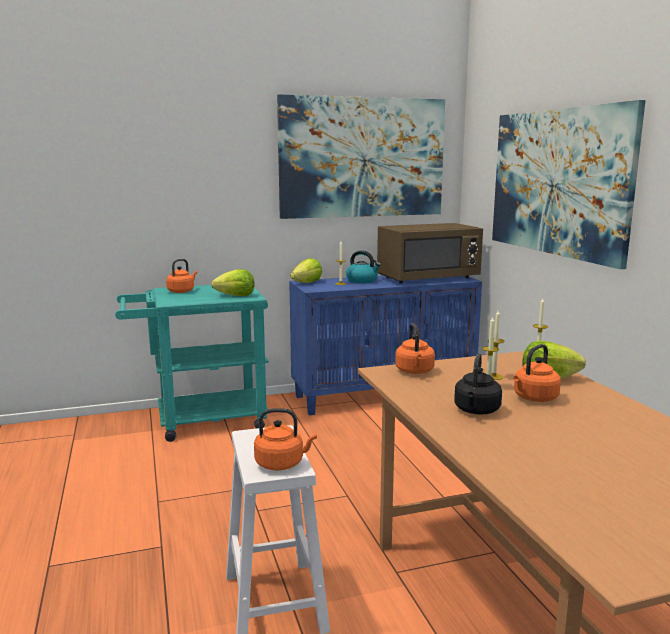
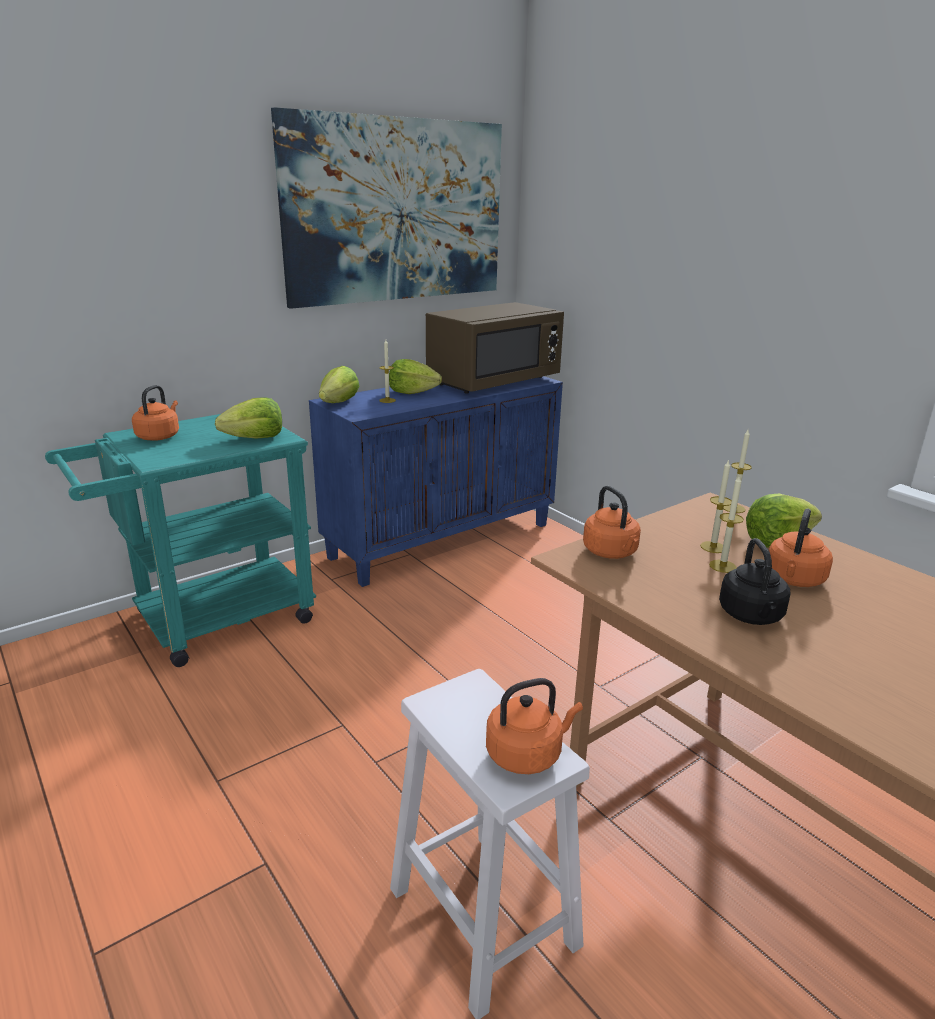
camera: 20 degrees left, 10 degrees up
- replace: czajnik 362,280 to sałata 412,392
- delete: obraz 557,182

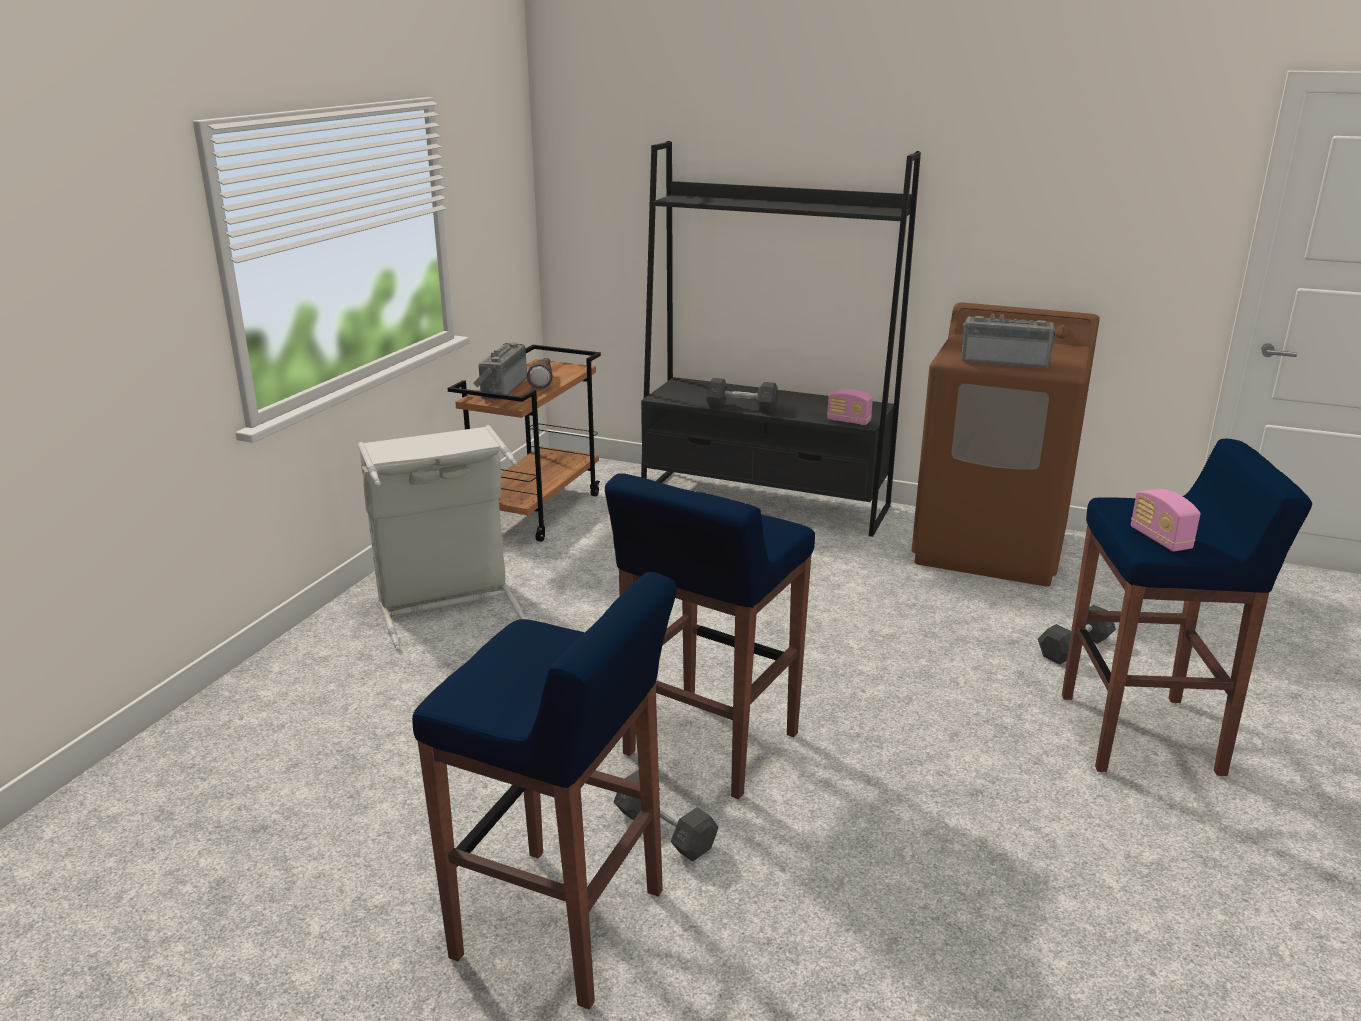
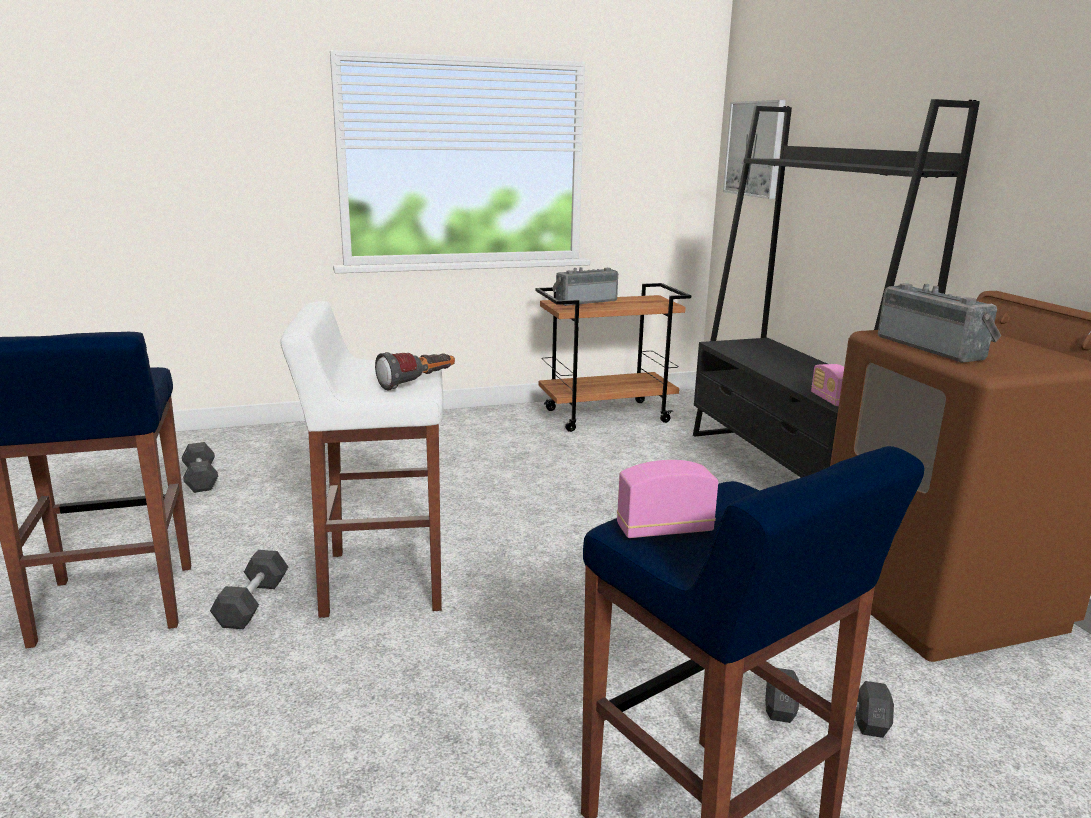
camera: 50 degrees right, 5 degrees down
- move: hantel (szary) 741,407 to 201,478
- recolor: stołek (niebieski) 709,745 to stołek (biały) 381,581
- move: latarka 543,381 to 418,384
- rotate: radio 1160,539 = 664,529 45 degrees clockwise
- insert: obraz 755,149
- delete: kosz na pranie (szary) 449,606

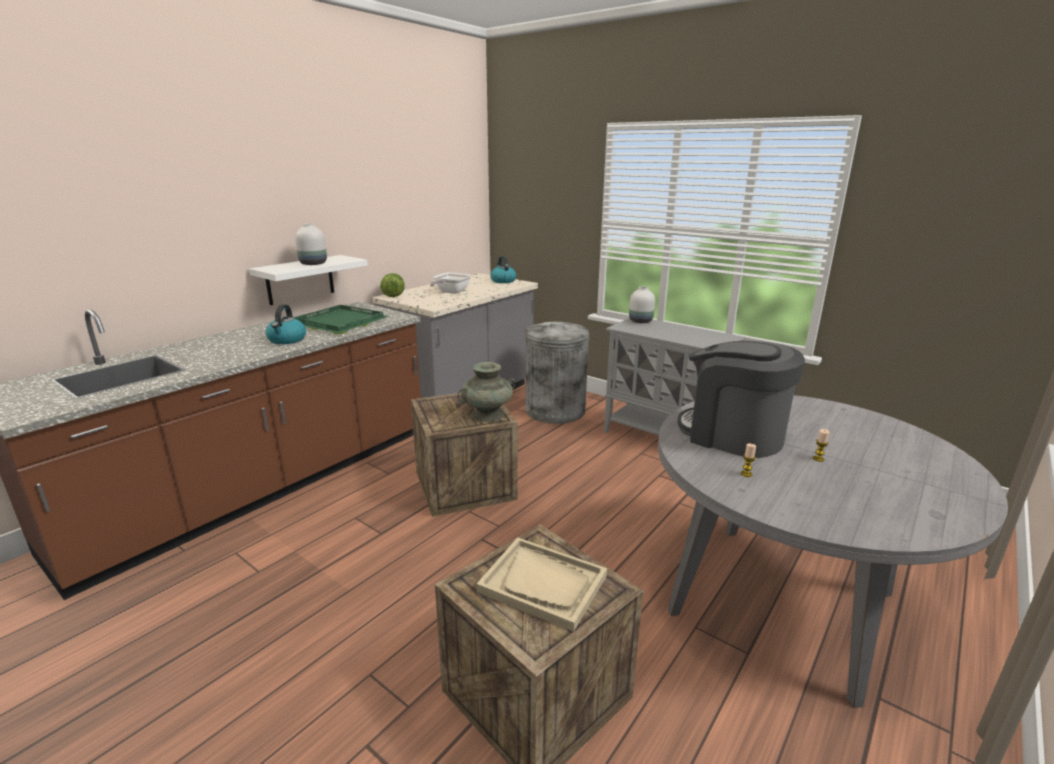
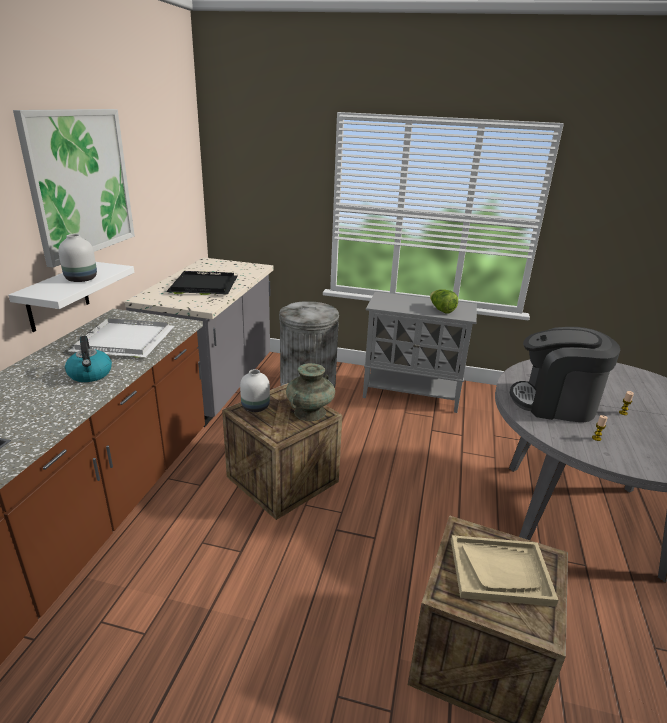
camera: 25 degrees left, 5 degrees up
- insert: obraz 81,183
- recolor: taca (zielony) 340,322 to taca (biały) 124,340
- replace: patelnia 450,292 to taca (czarny) 202,286
- move: wazon (biały) 640,321 to 255,407
- move: sałata 394,295 to 441,310
- delete: czajnik 503,281

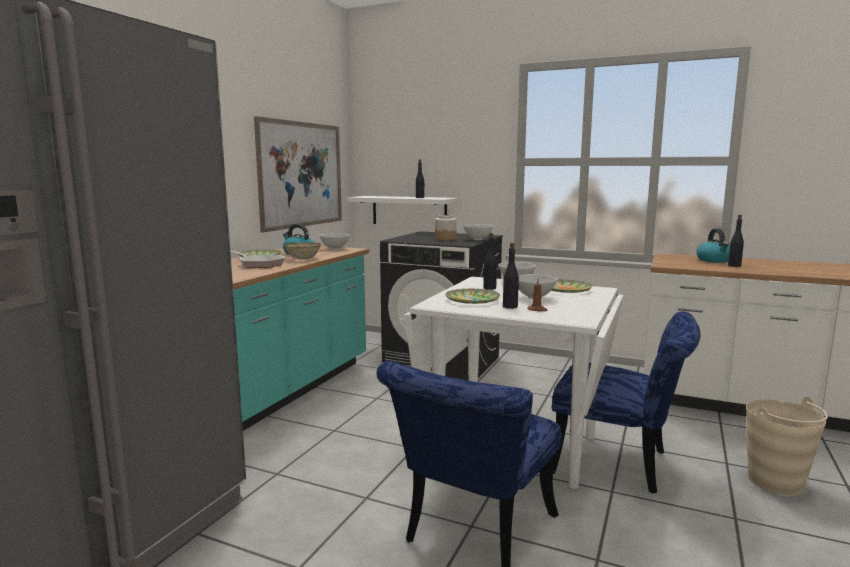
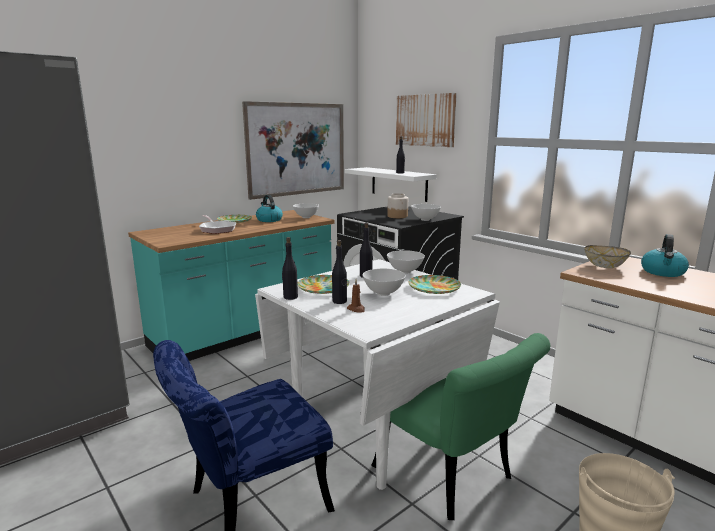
camera: 25 degrees right, 5 degrees up
- move: butelka (czarny) 734,266 to 290,297
- recolor: krzesło (niebieski) 620,464 to krzesło (zielony) 451,477
- insert: obraz 425,120
- move: miska 303,259 to 605,266

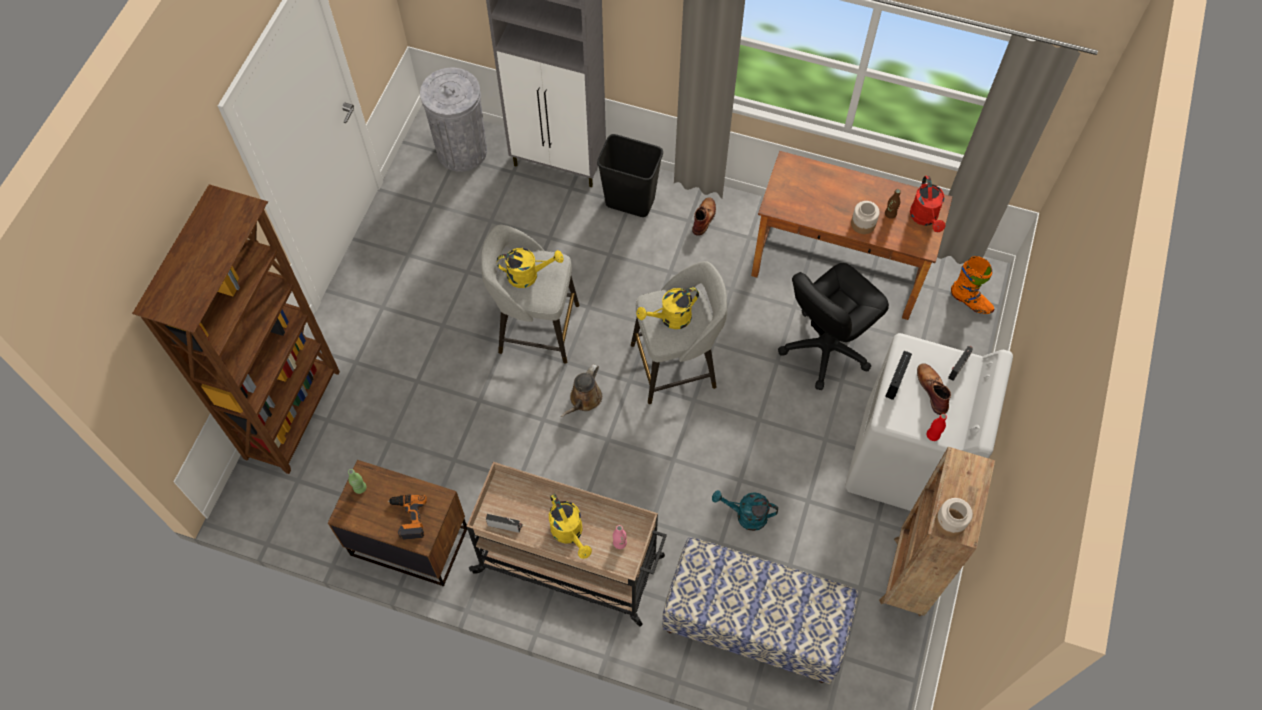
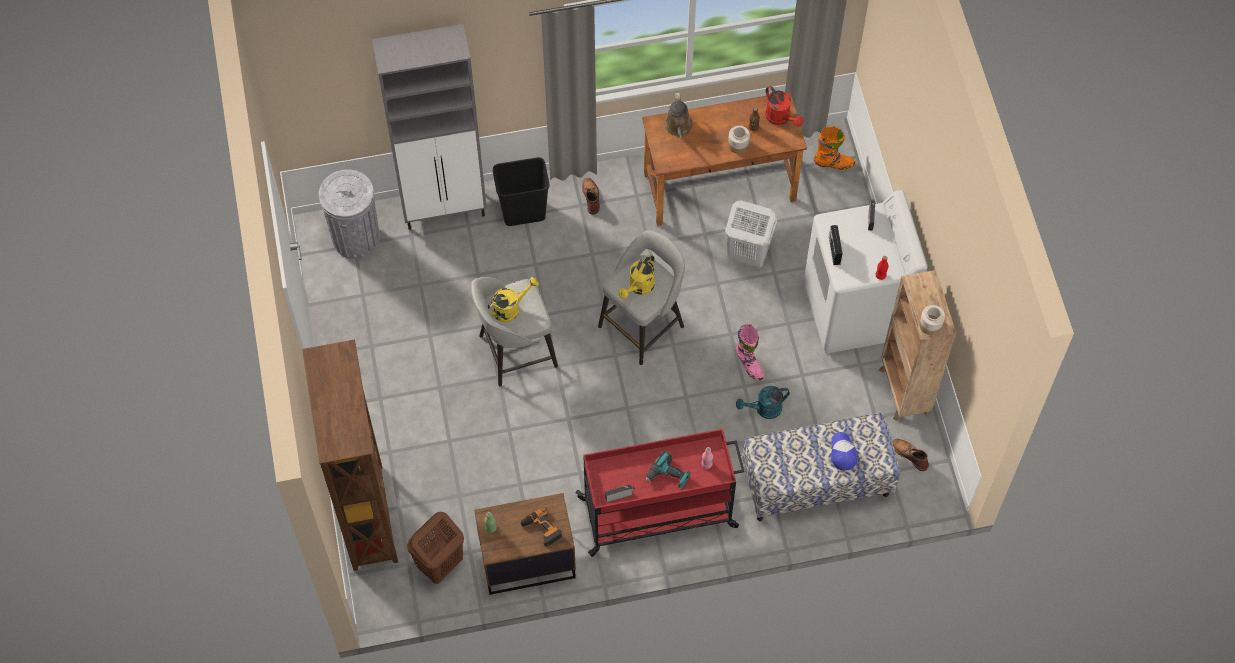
camera: 30 degrees left, 0 degrees up
- insert: kosz na pranie (brązowy) 439,565
- recolor: wózek (beżowy) 571,565 to wózek (czerwony) 659,512
- replace: konewka (żółty) 570,533 to wiertarka 668,476
- move: konewka (brązowy) 584,400 to 678,127
- replace: krzesło biurowe (czarny) 825,348 to kosz na pranie (biały) 747,254
- insert: but z cholewką (różowy) 749,365
- insert: czapka z daszkiem 842,453
- move: but z cholewką (brązowy) 932,389 to 909,454

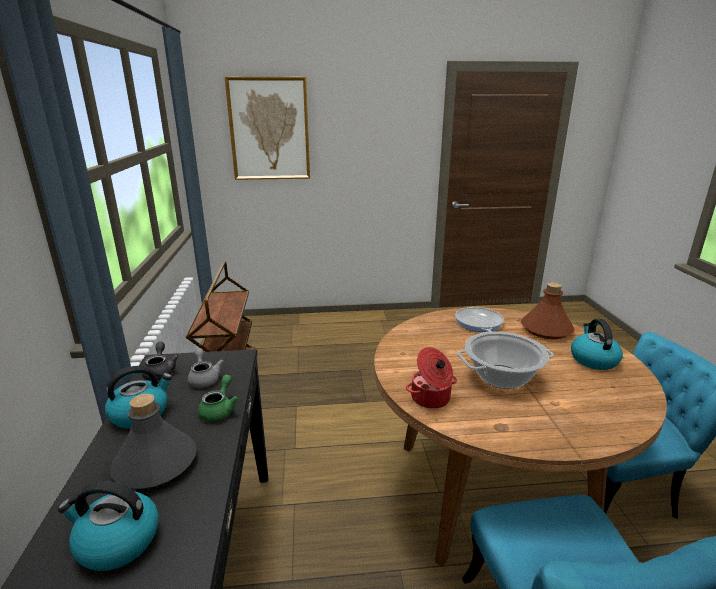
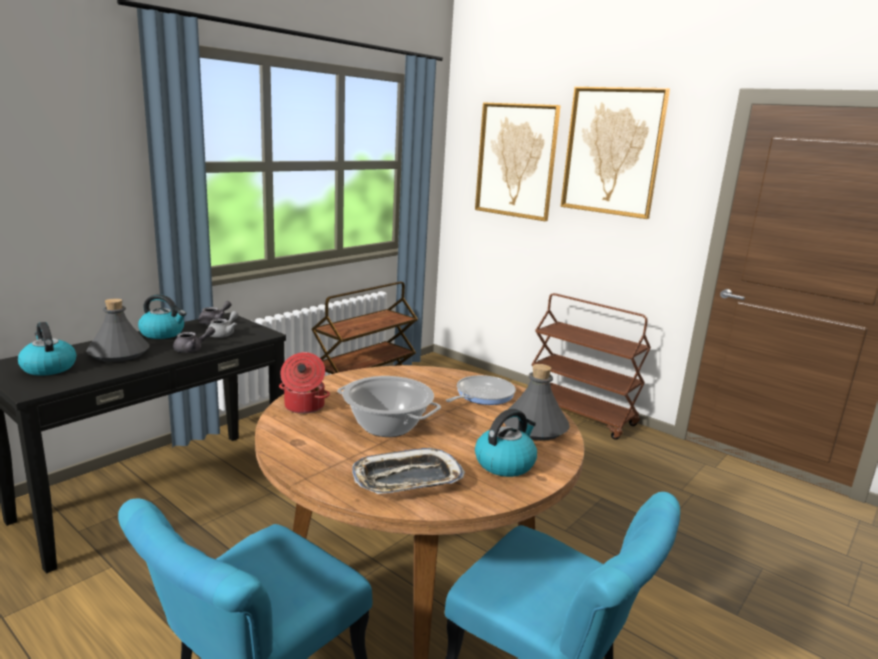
camera: 45 degrees right, 5 degrees down
- recolor: imbryk (zielony) 219,410 to imbryk (szary) 192,349
- insert: taca 407,480
- recolor: butelka (brązowy) 546,330 to butelka (szary) 534,428
- insert: wózek (brązowy) 581,416
- insert: obraz 612,151

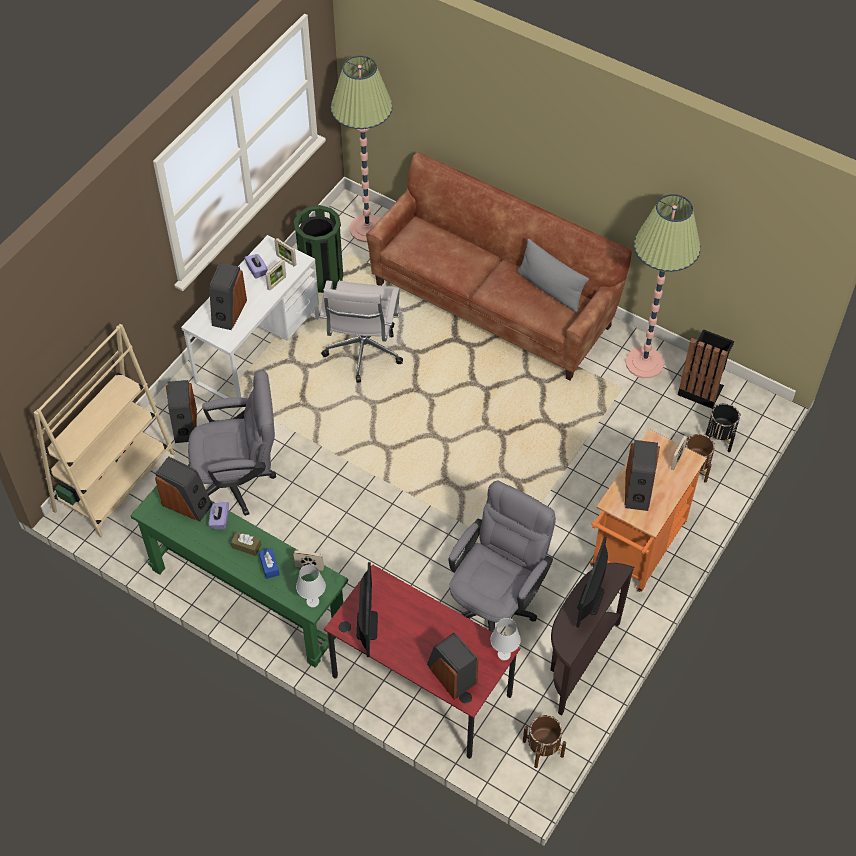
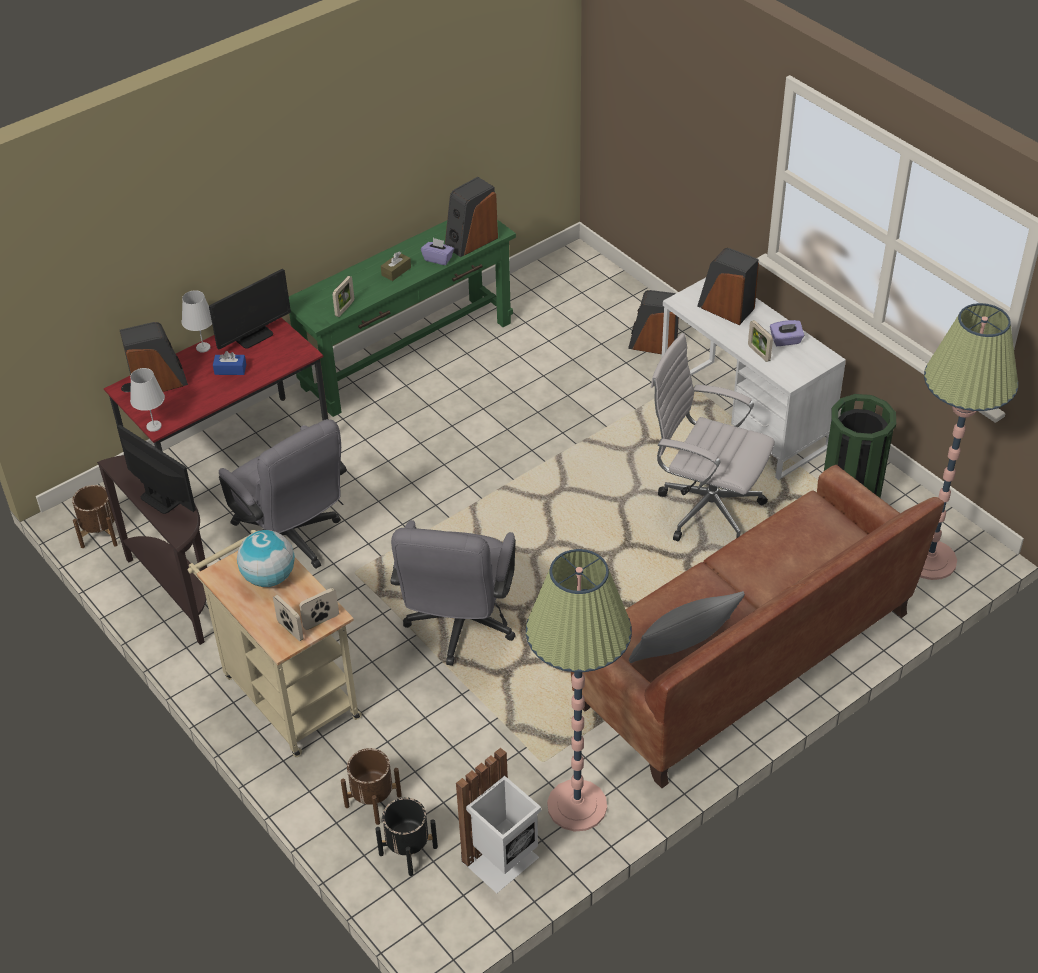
camera: 110 degrees right, 10 degrees down
- move: lampa stołowa (biały) 312,601 to 203,347
- recolor: wózek (pomarańczowy) 635,550 to wózek (beżowy) 286,692
- rotate: monitor 367,625 = 254,336 60 degrees counterclockwise
- move: pudełko chusteczek (niebieski) 269,566 to 230,369
- replace: głośnik 638,490 to globus 269,577
- move: ramka na zdjęcie 286,260 to 321,621
- move: krzesło biurowe (szary) 239,481 to 459,628
- recolor: kosz na śmieci (czarny) 701,388 to kosz na śmieci (biały) 503,861
- delete: regał (beżowy) 114,482

